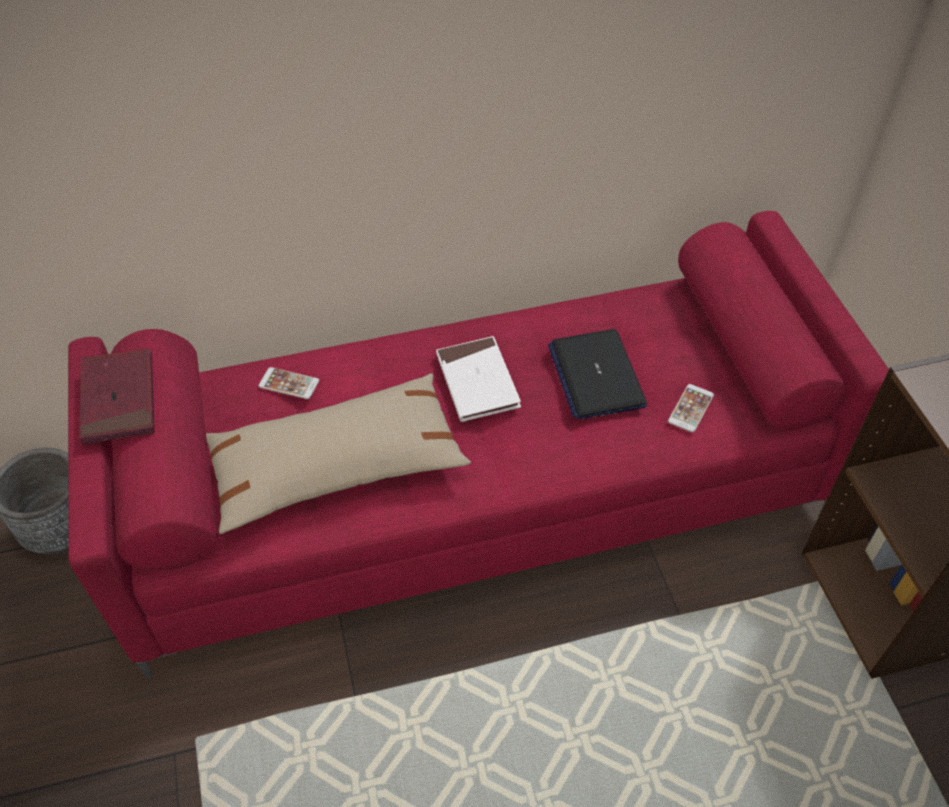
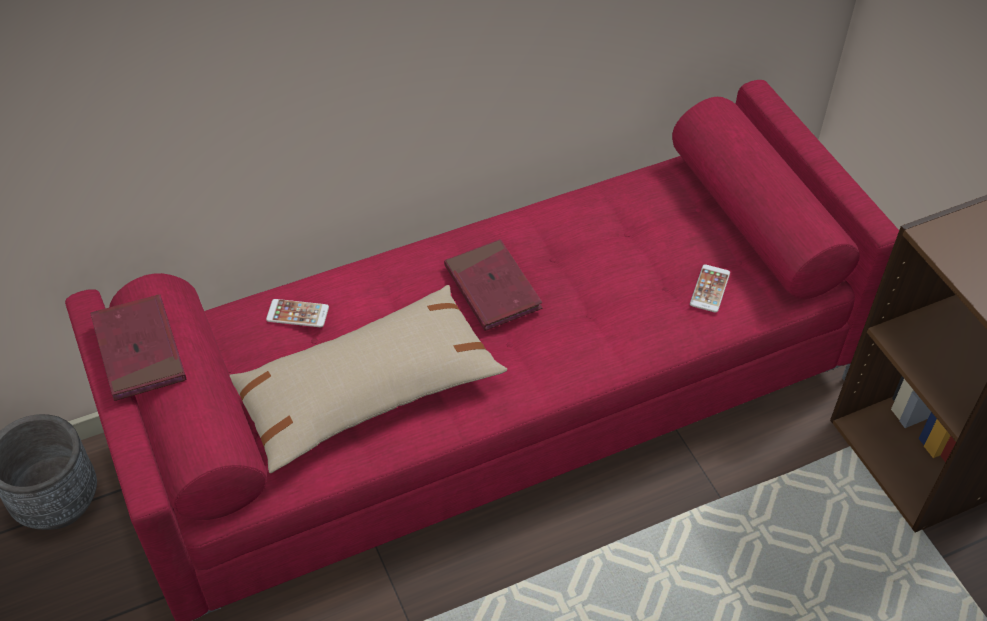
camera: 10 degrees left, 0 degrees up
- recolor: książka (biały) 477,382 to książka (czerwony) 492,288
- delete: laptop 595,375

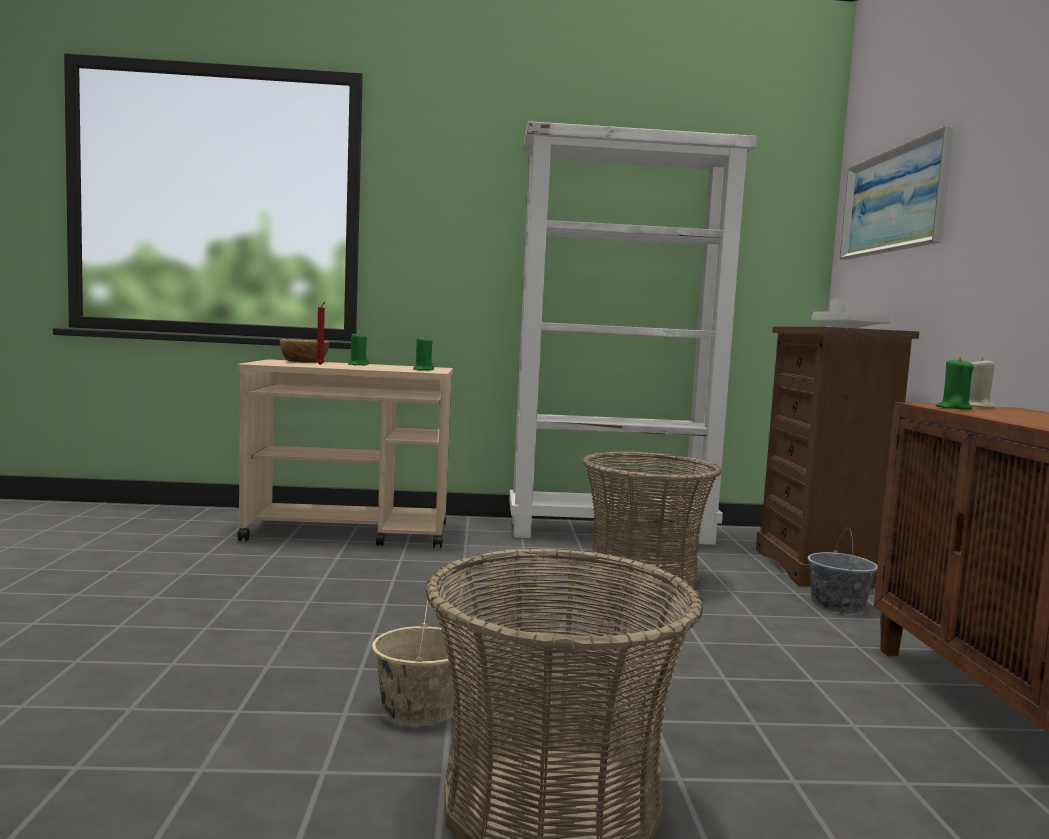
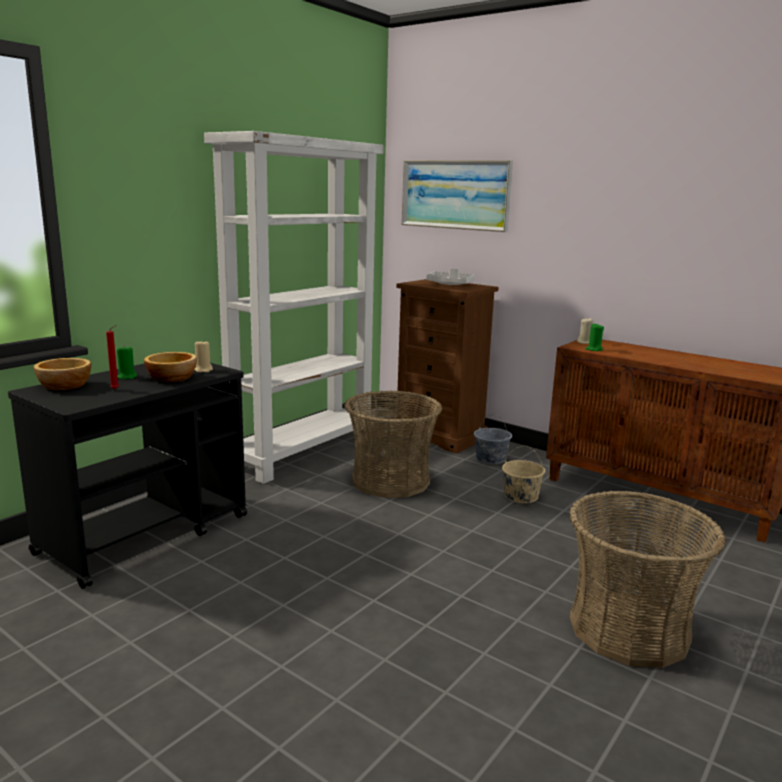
camera: 50 degrees left, 10 degrees up
- recolor: wózek (beżowy) 350,532 to wózek (czarny) 146,533
- insert: miska 172,378
- recolor: świeca (zielony) 423,370 to świeca (beżowy) 203,370
- move: wiadro (beżowy) 419,707 to 520,496

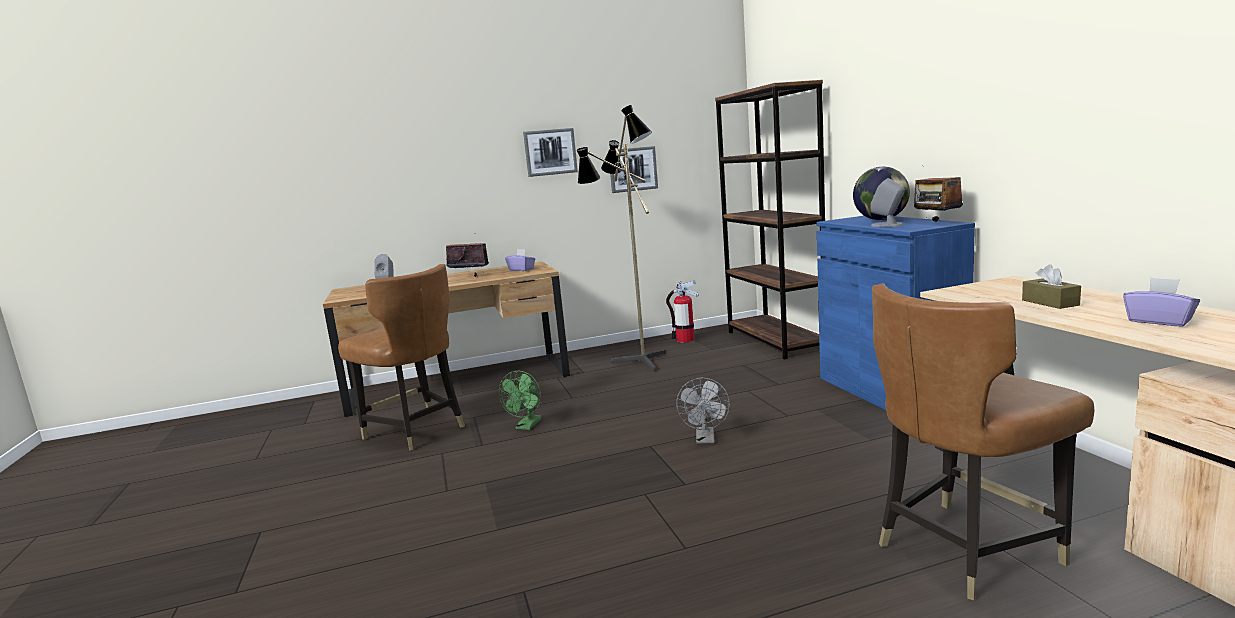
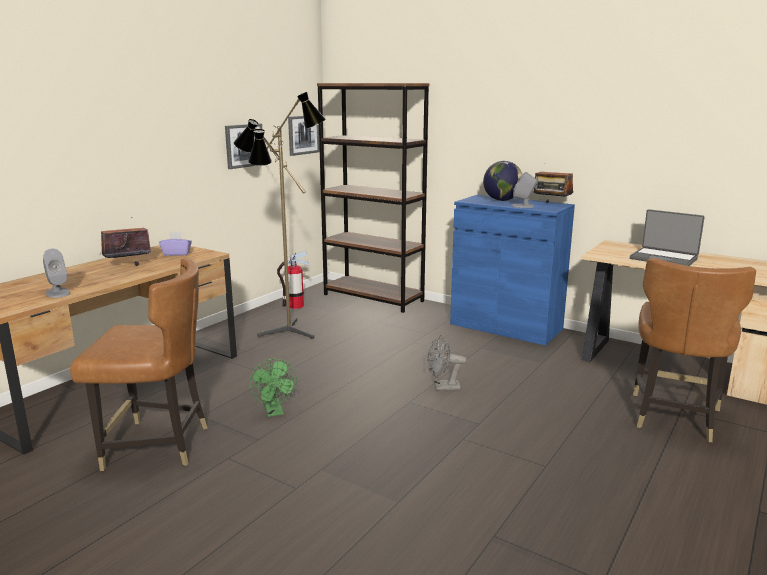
camera: 40 degrees left, 5 degrees up
- move: obraz 550,152 to 303,135
- rotate: wentylator (szary) 705,439 = 442,387 120 degrees clockwise
- replace: pudełko chusteczek (brązowy) 1050,302 to laptop 664,258
- delete: pudełko chusteczek (fioletowy) 1159,321

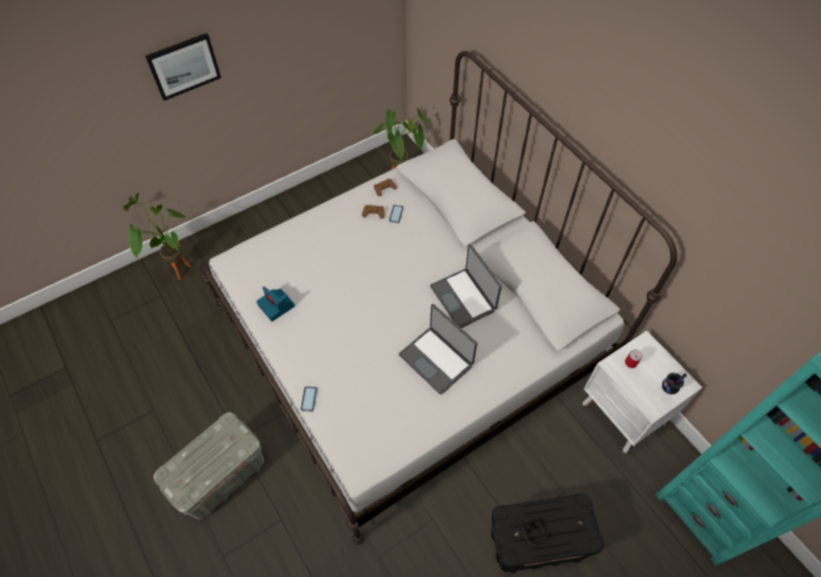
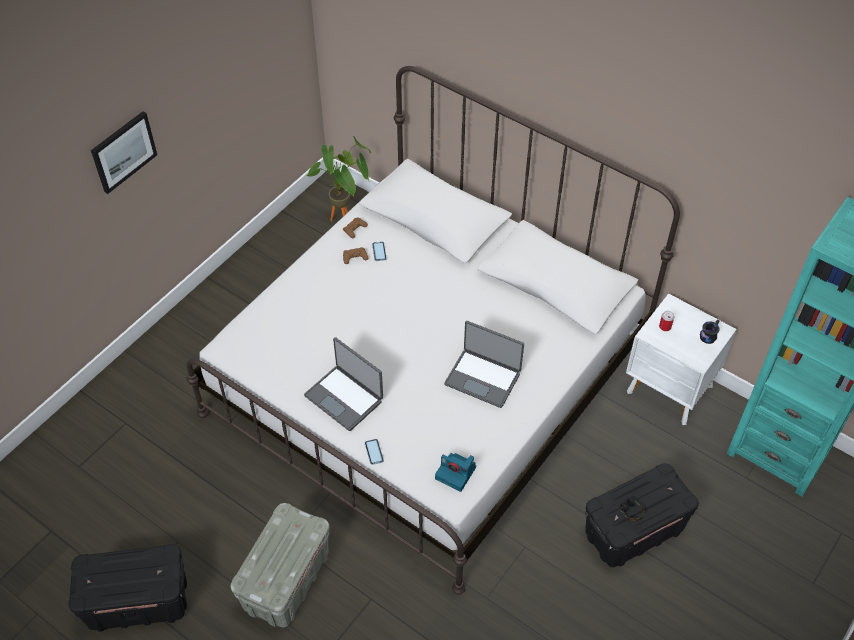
camera: 20 degrees left, 5 degrees down
- insert: pojemnik do przechowywania (czarny) 138,602
- move: laptop 464,298 to 344,397
- move: aparat fotograficzny 277,306 to 456,473
- delete: roślina doniczkowa 176,272

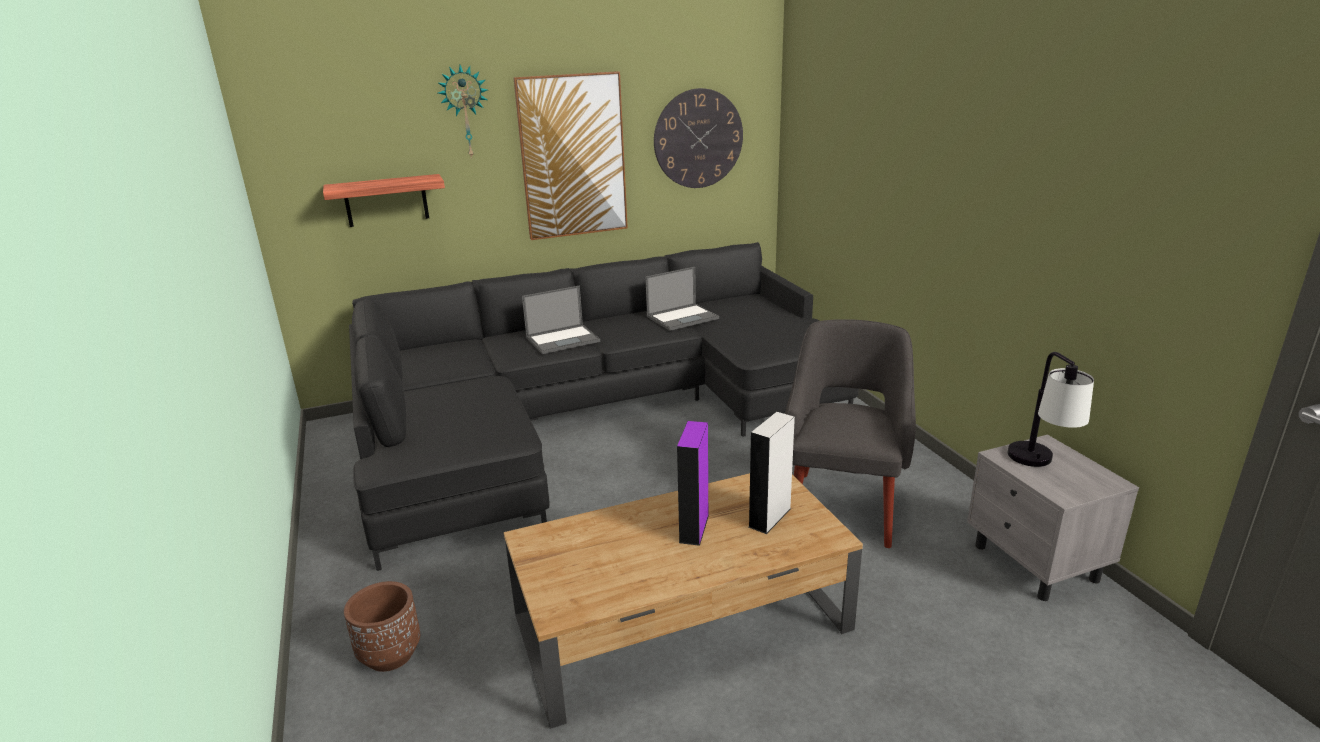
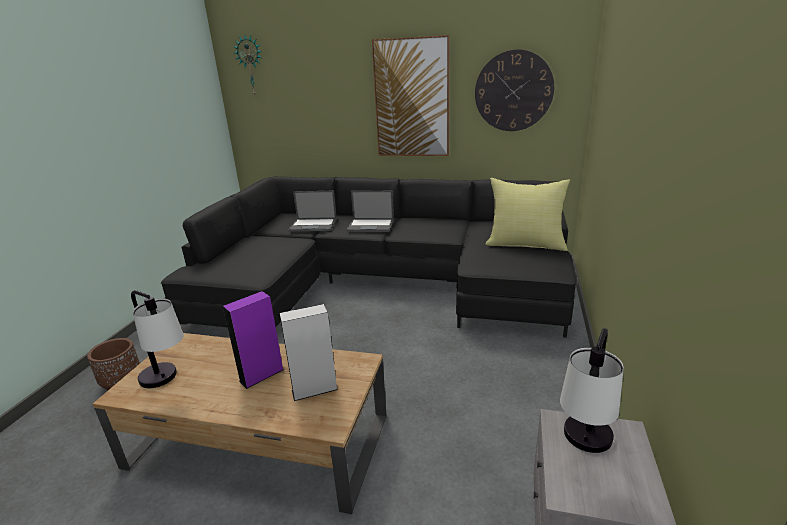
camera: 35 degrees right, 0 degrees up
- insert: lampa stołowa 168,382
- move: zegar ścienny 465,112 to 251,66
- move: laptop 683,317 to 314,225
- insert: poduszka (żółty) 525,244
- delete: półka 386,200
- delete: fotel (szary) 842,506

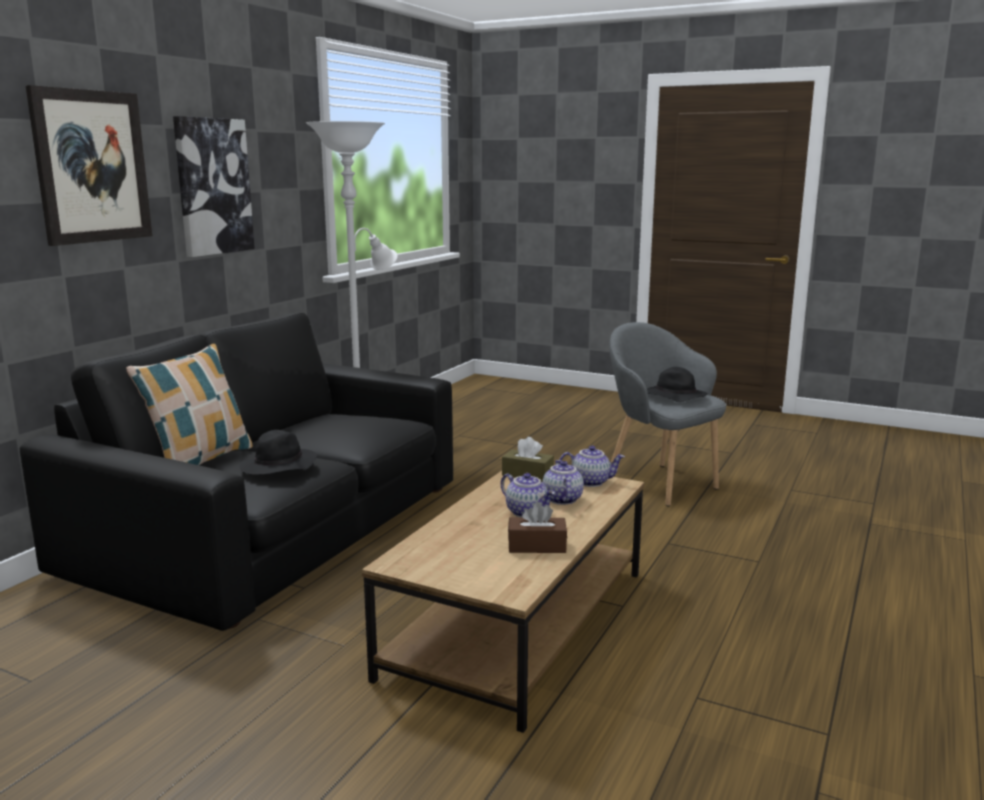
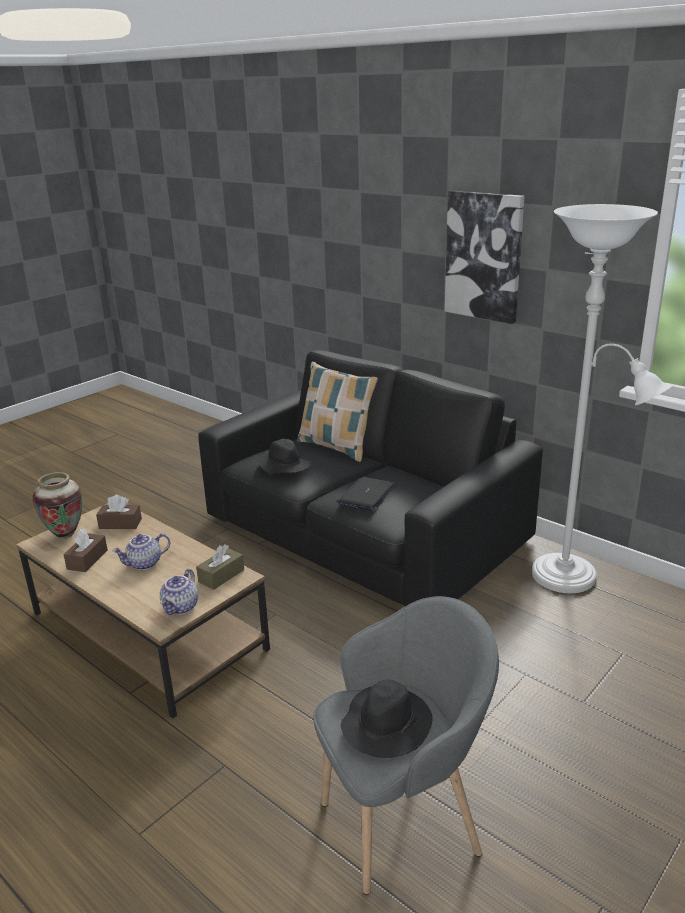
camera: 105 degrees right, 10 degrees up
- insert: wazon 65,534
- insert: pudełko chusteczek (brązowy) 120,523
- insert: laptop 367,494
- delete: obraz 91,167
- delete: imbryk 561,499

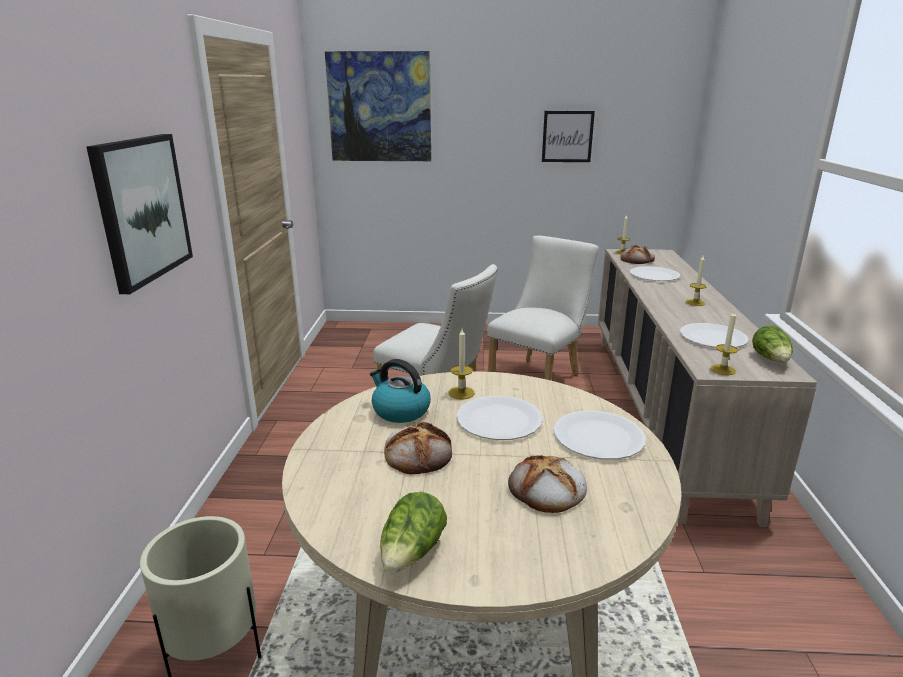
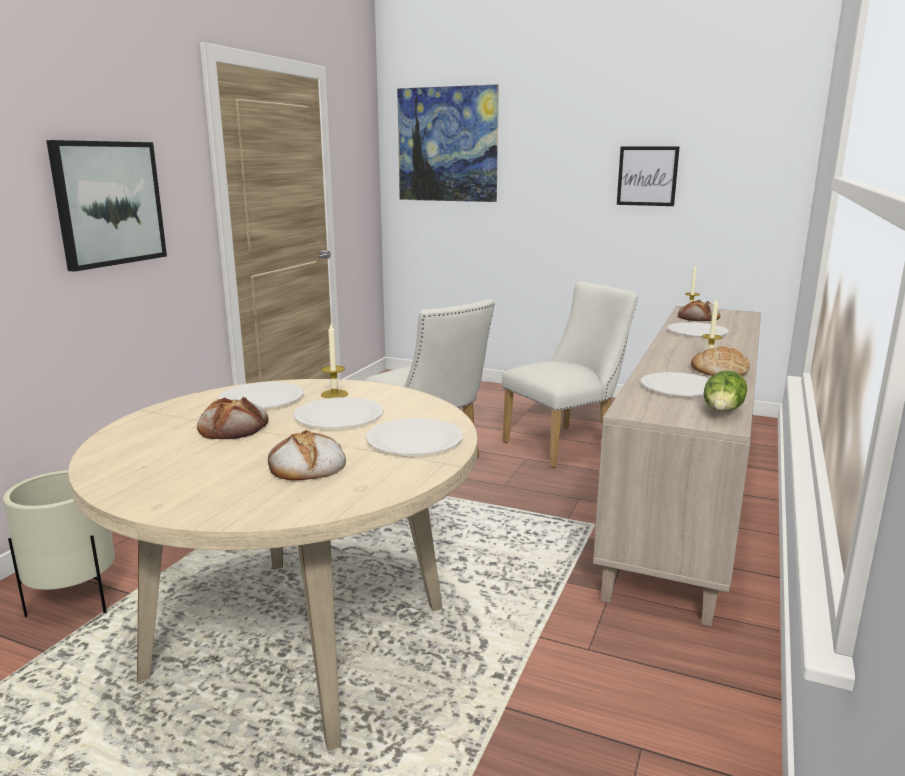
camera: 20 degrees right, 5 degrees down
- replace: czajnik 400,411 to talerz (biały) 261,399
- insert: chleb 719,370
- delete: sałata 412,553
- delete: świeca 722,370

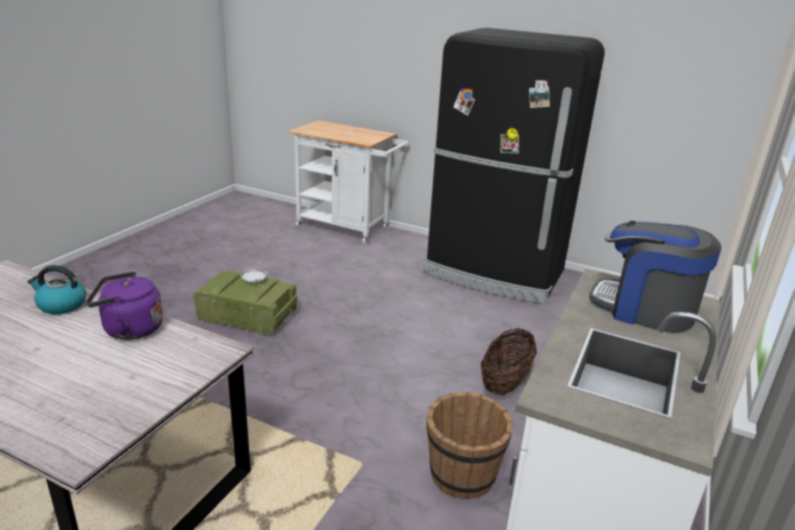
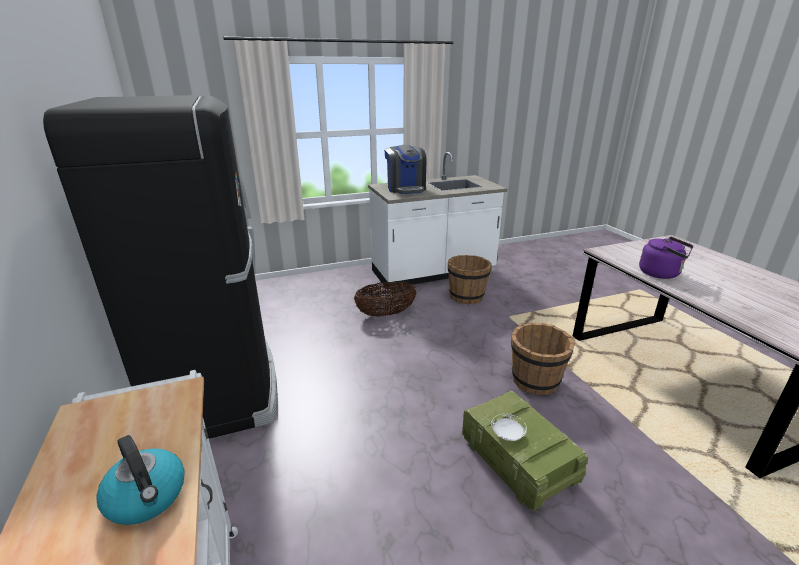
camera: 135 degrees left, 0 degrees up
- move: czajnik 61,305 to 148,497
- insert: wiadro (brązowy) 535,381

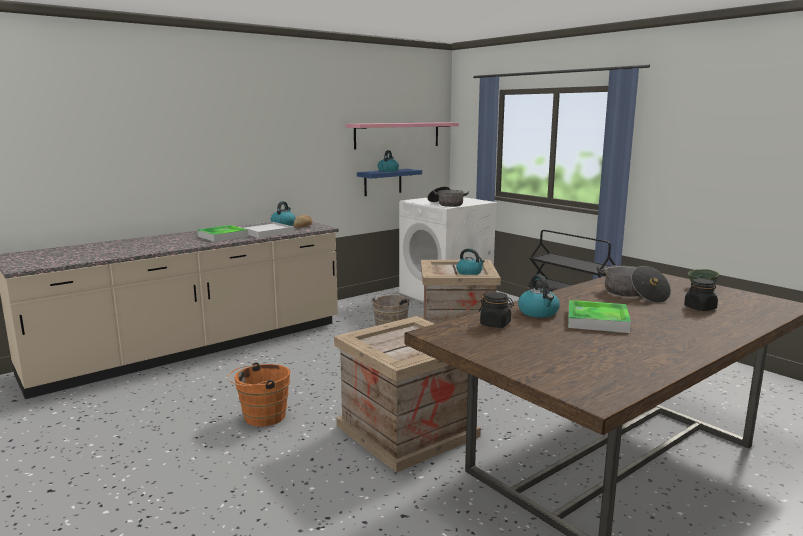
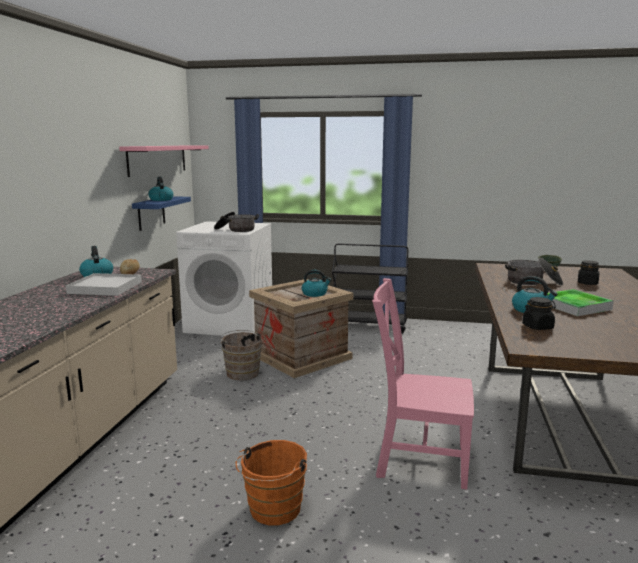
camera: 40 degrees left, 0 degrees up
- replace: skrzynka 406,430 to krzesło (różowy) 417,459
- delete: taca 223,236

